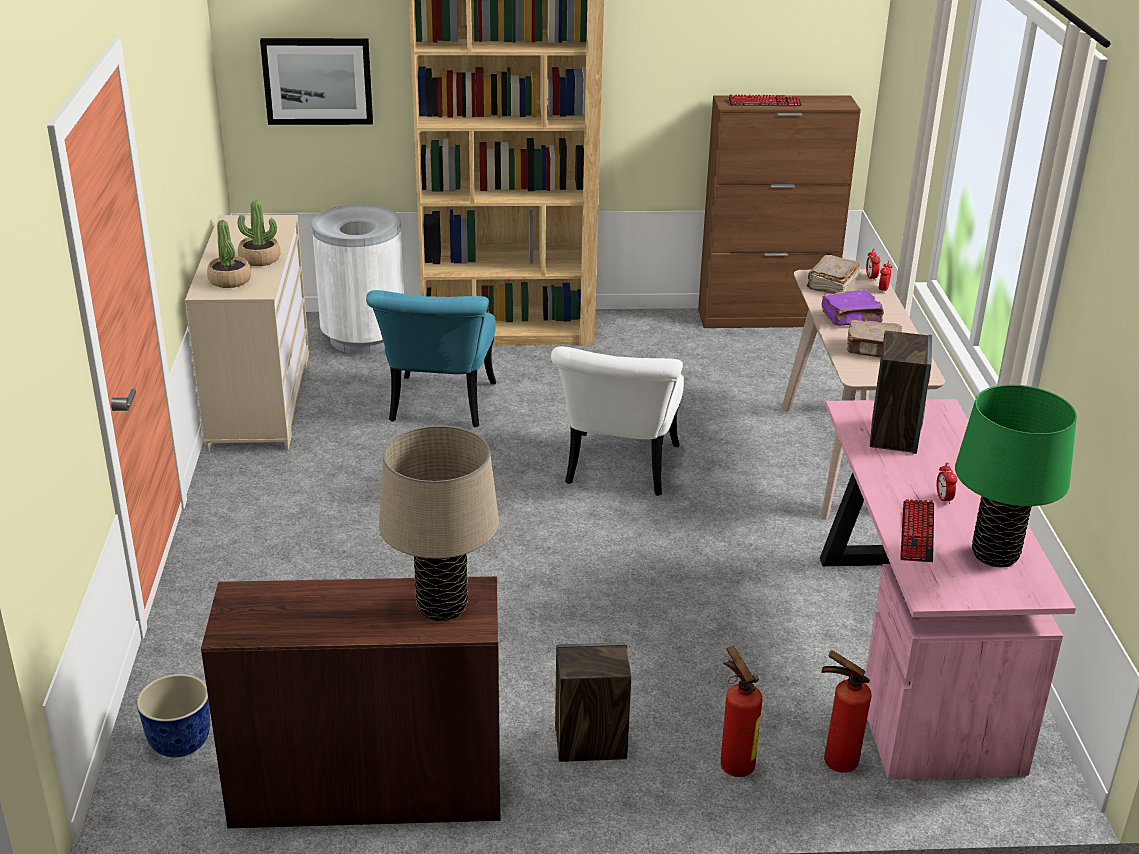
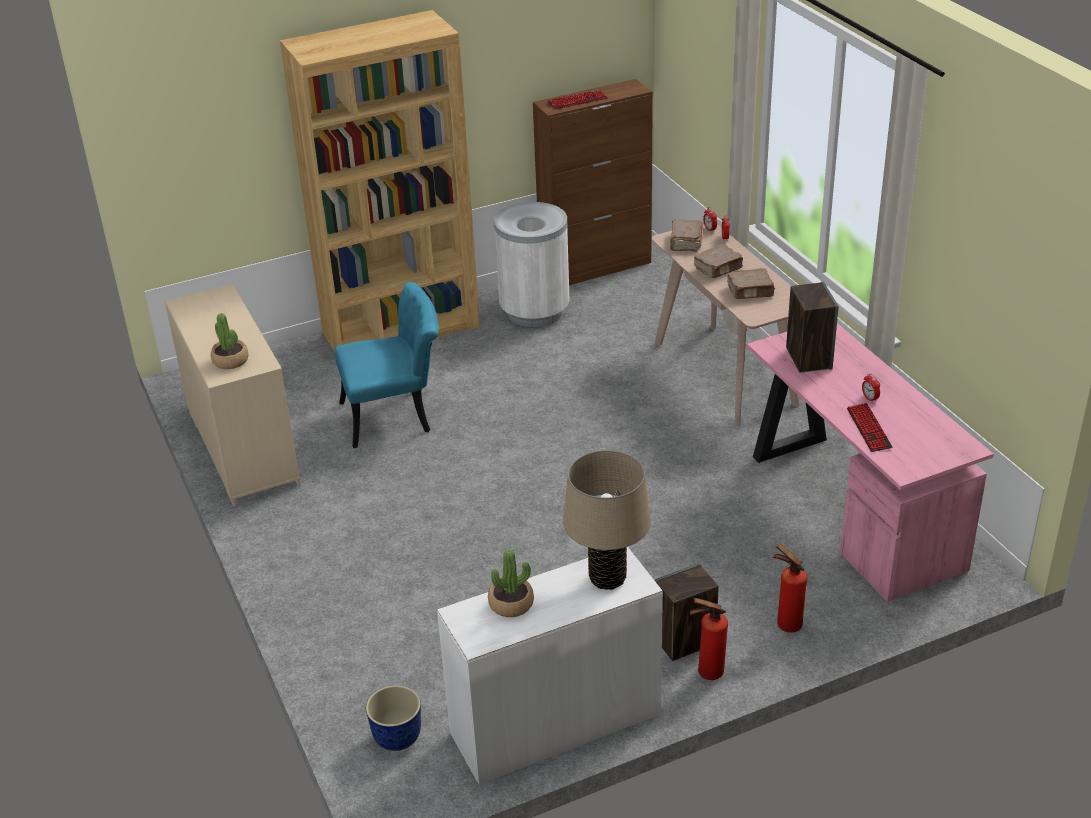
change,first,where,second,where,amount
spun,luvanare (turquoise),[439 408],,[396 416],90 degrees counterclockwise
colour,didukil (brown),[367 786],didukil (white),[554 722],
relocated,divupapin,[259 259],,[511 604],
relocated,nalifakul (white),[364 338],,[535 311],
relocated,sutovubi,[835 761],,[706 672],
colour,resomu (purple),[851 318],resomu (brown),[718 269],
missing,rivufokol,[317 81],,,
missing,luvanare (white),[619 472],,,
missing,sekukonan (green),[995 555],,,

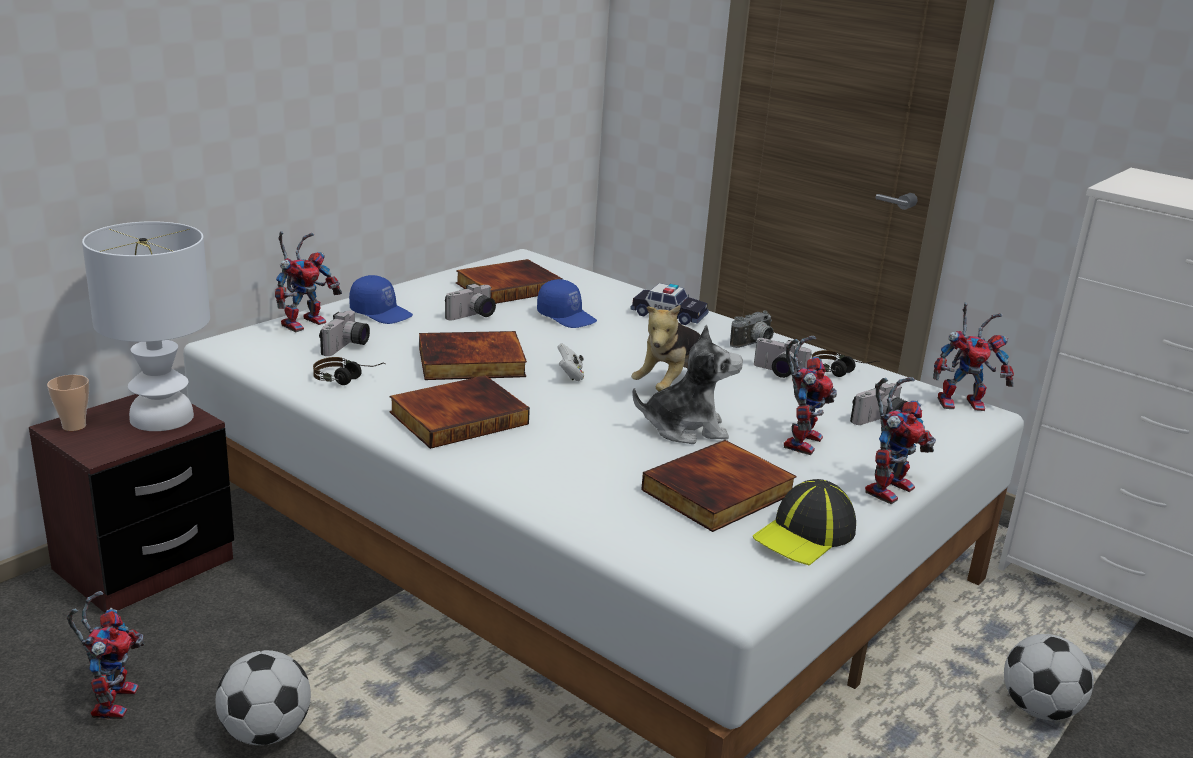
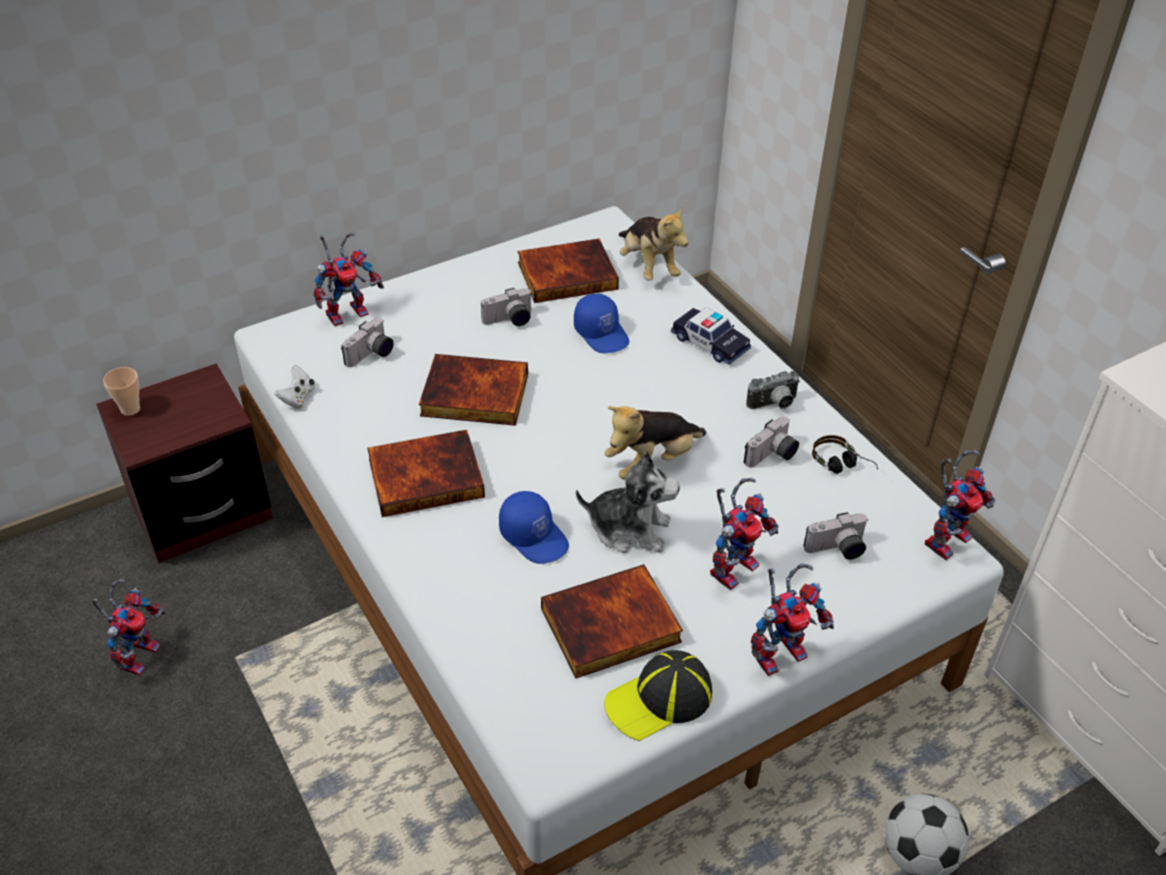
change,first,where,second,where,amount
relocated,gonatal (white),[570 375],,[298 398],
relocated,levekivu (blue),[381 313],,[534 536],
appeared,,,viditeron,[648 266],
spun,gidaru,[778 373],,[772 456],90 degrees counterclockwise
spun,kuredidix,[963 403],,[947 536],60 degrees counterclockwise
missing,sekukonan (white),[163 417],,,
missing,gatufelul,[266 733],,,
missing,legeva,[348 380],,,

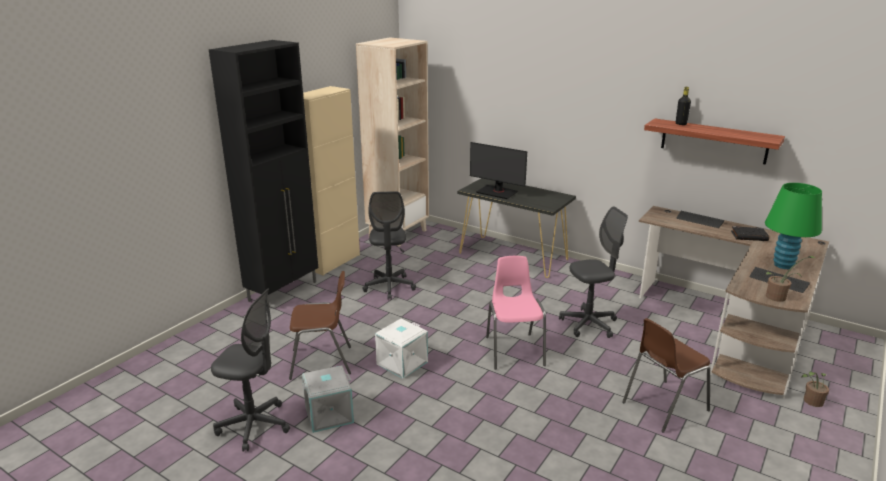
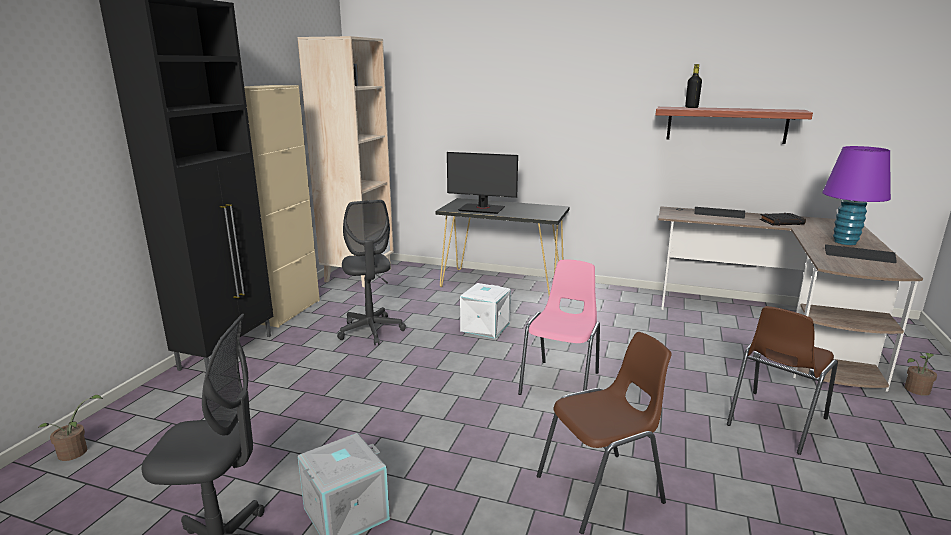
change,first,where,second,where,amount
relocated,divupapin,[779 297],,[76 453],
relocated,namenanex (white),[401 362],,[484 327],
spun,luvanare (pink),[514 351],,[561 383],45 degrees clockwise
relocated,luvanare (brown),[322 362],,[601 490],
colour,sekukonan (green),[783 265],sekukonan (purple),[845 242],
missing,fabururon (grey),[588 324],,,

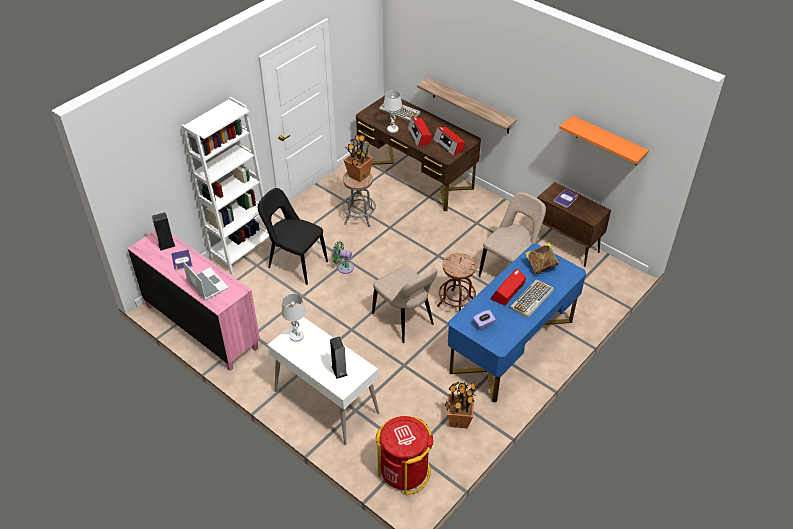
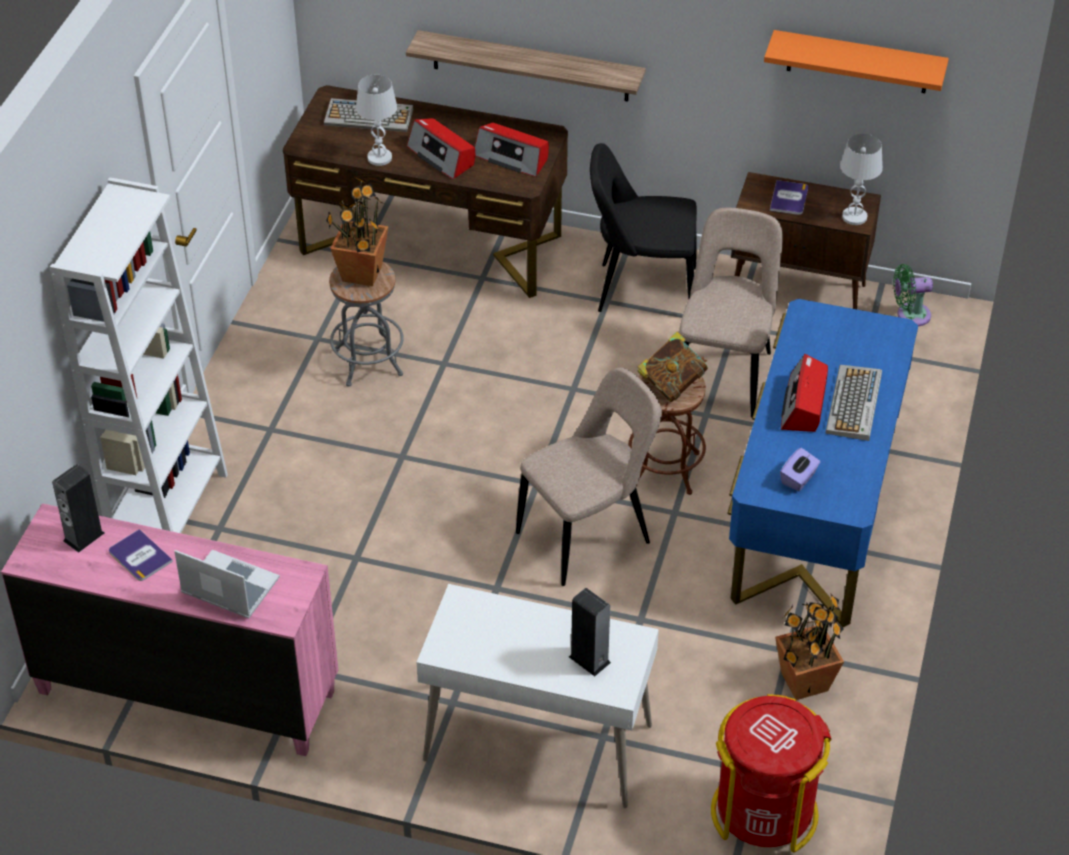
change,first,where,second,where,amount
spun,luvanare (beige),[404 321],,[589 535],60 degrees counterclockwise
relocated,luvanare (black),[295 264],,[641 290],
relocated,resomu,[541 266],,[672 384],
relocated,sekukonan (white),[296 336],,[854 217],
relocated,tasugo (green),[343 267],,[909 315],

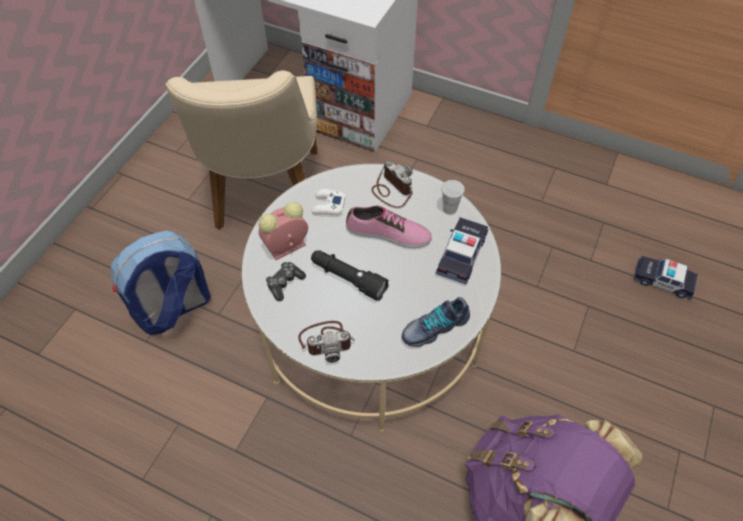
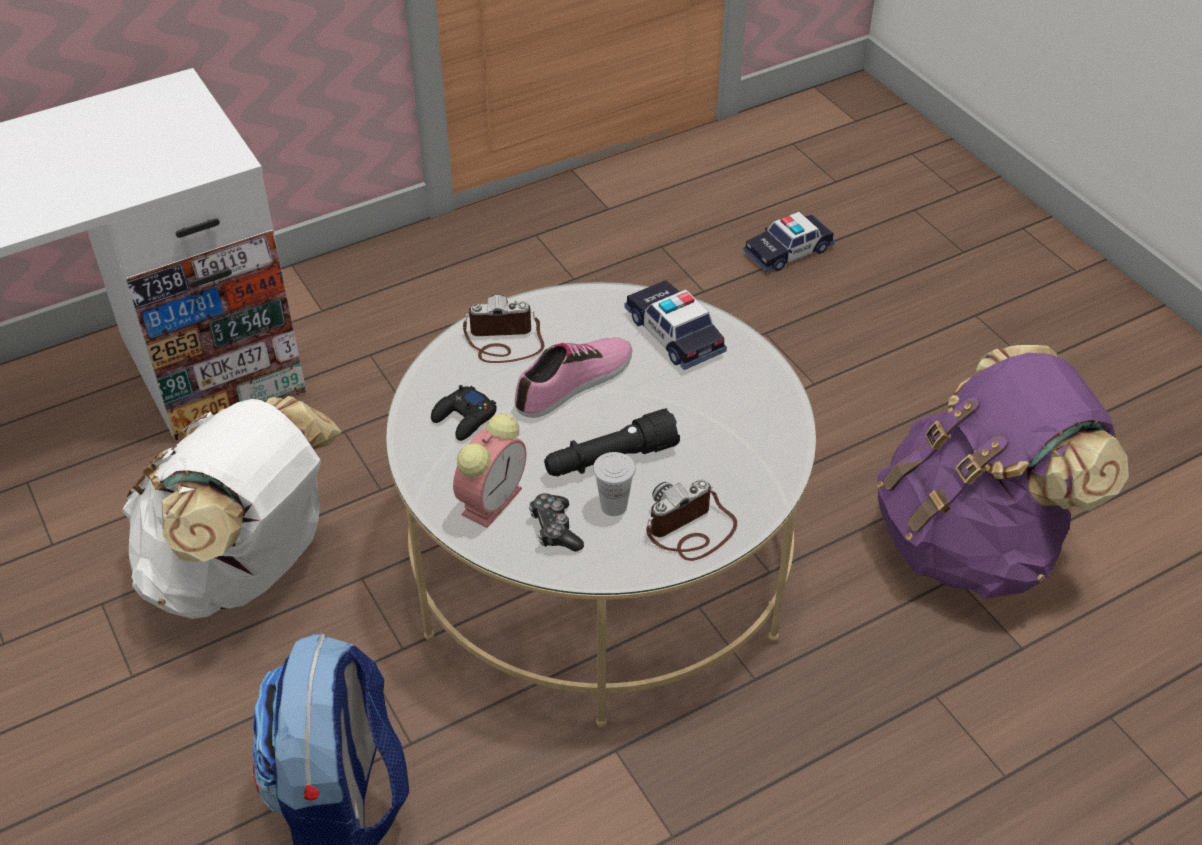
change,first,where,second,where,amount
exchanged,luvanare (beige),[265 198],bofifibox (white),[245 568],
colour,gonatal (white),[328 206],gonatal (black),[464 418],
spun,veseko,[285 247],,[492 499],150 degrees counterclockwise
relocated,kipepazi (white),[449 209],,[613 506],
spun,gidaru,[327 340],,[690 530],150 degrees counterclockwise
missing,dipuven,[434 326],,,

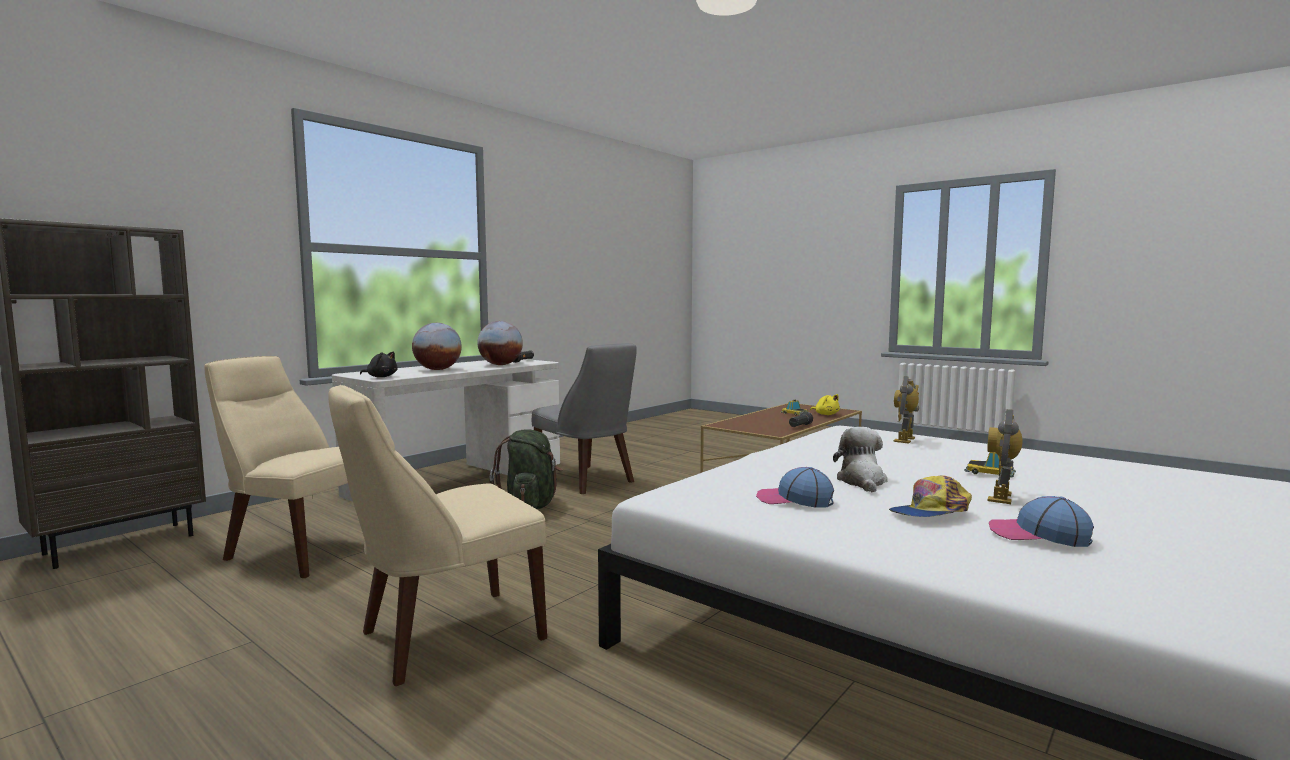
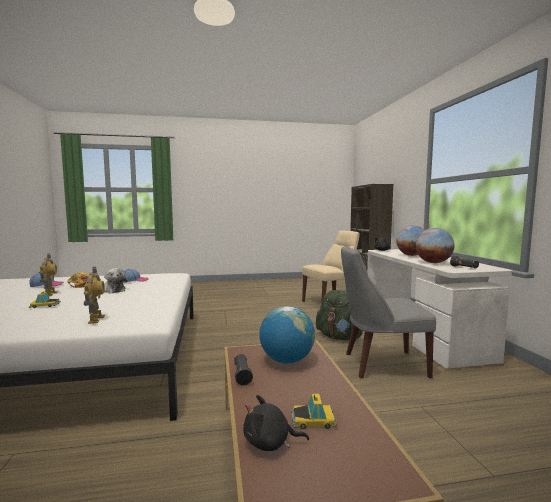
change,first,where,second,where,amount
colour,viditeron (yellow),[826 414],viditeron (black),[270 443],
appeared,,,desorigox,[286 360],
missing,luvanare (beige),[444 637],,,

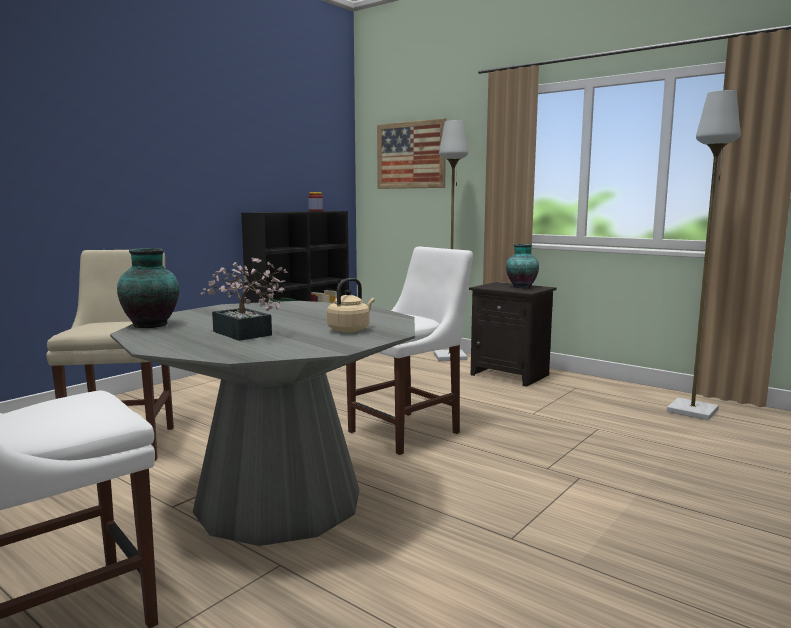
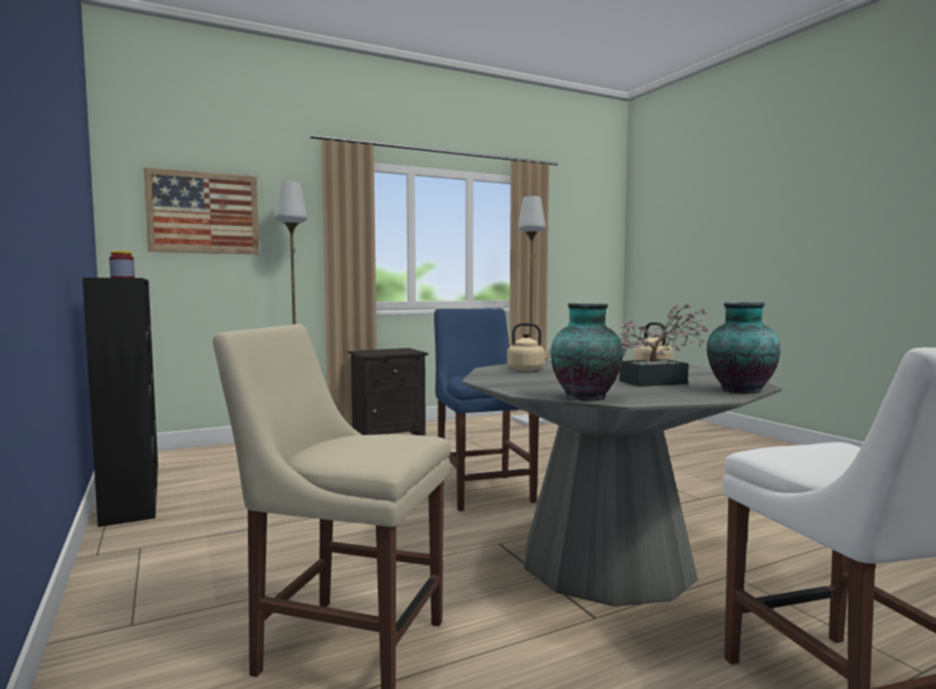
change,first,where,second,where,amount
colour,luvanare (white),[408 431],luvanare (blue),[483 490],
appeared,,,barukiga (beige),[528 369],
relocated,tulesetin,[521 287],,[740 391],

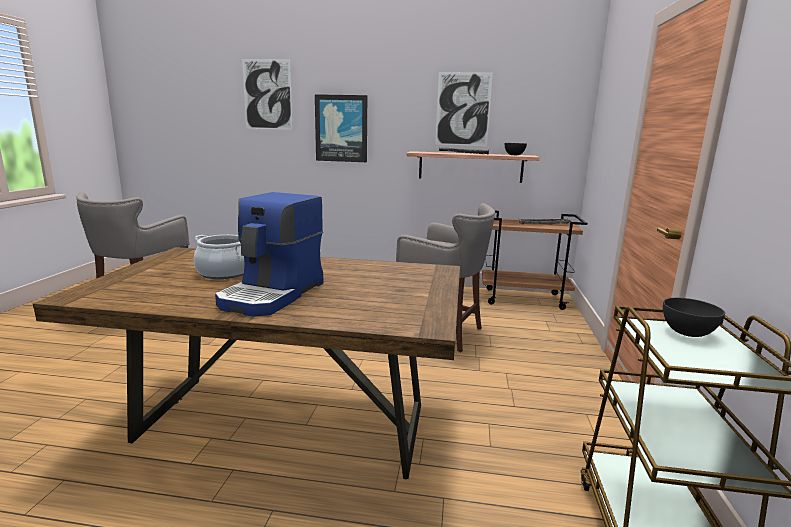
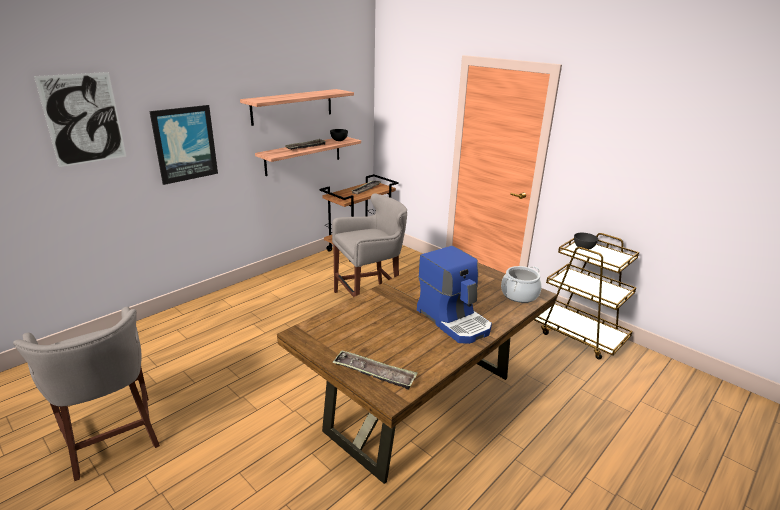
change,first,where,second,where,amount
exchanged,rivufokol,[463 109],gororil,[292 106],
appeared,,,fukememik,[374 373],
relocated,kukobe,[224 272],,[519 294],

